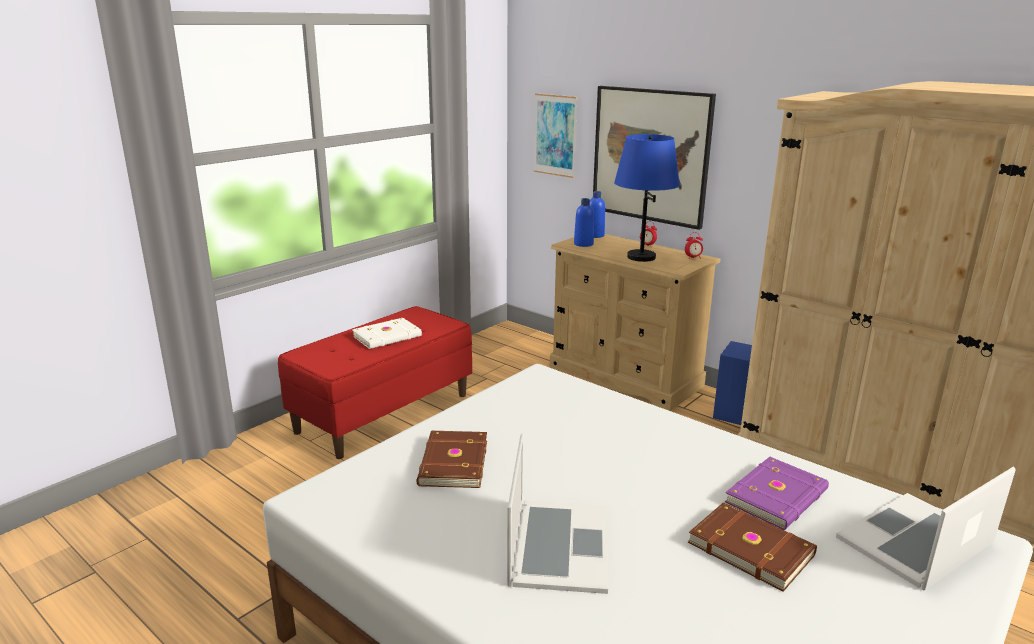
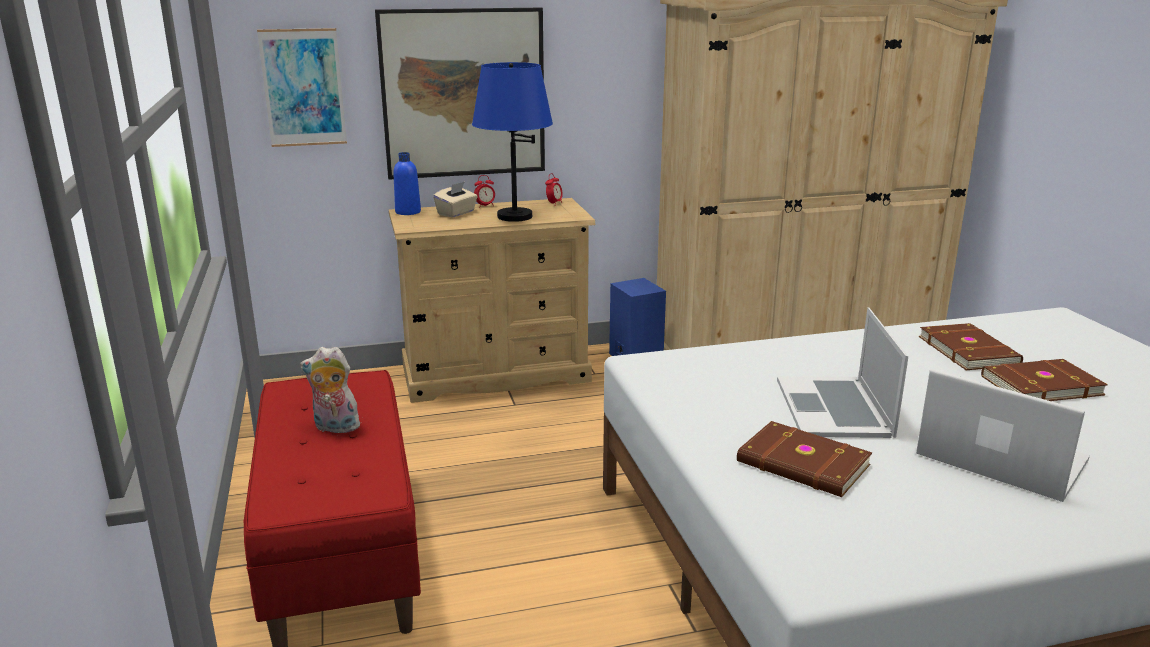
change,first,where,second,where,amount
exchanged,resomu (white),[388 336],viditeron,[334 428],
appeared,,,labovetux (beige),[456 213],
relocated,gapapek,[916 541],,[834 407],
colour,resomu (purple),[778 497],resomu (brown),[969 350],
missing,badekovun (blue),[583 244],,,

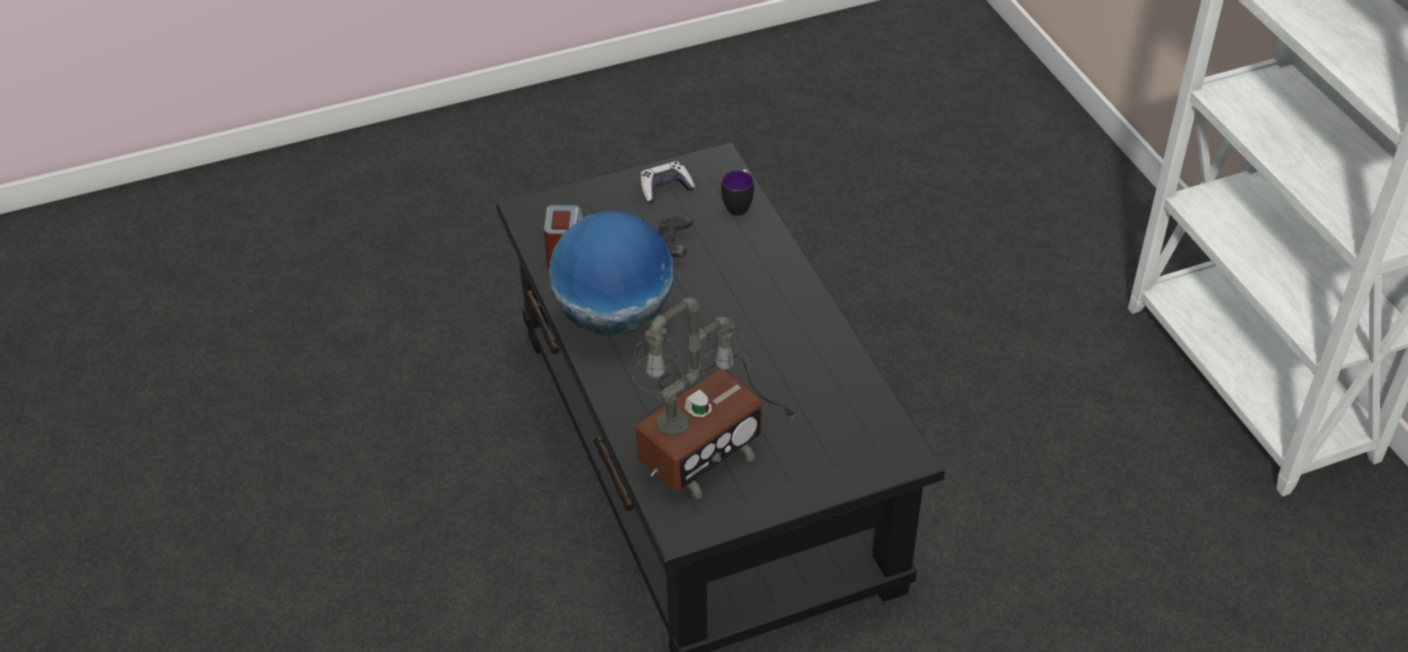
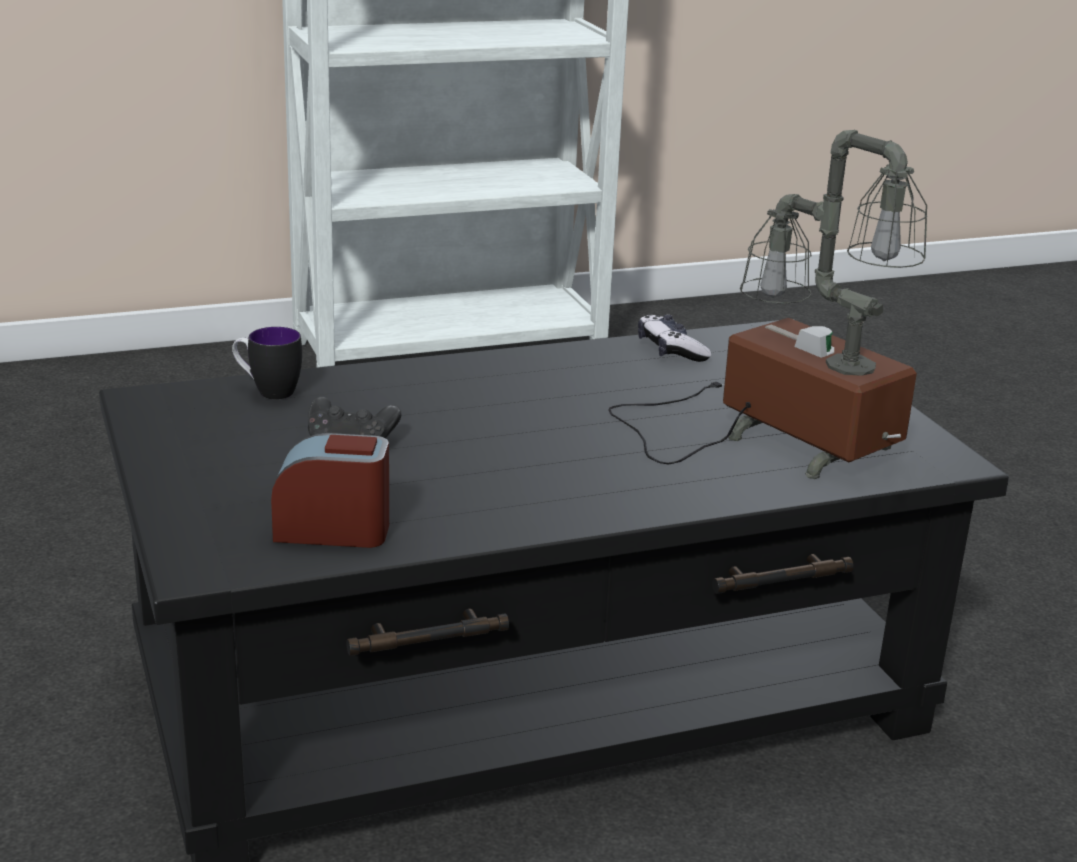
change,first,where,second,where,amount
relocated,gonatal,[665 188],,[671 350],
missing,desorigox,[614 317],,,

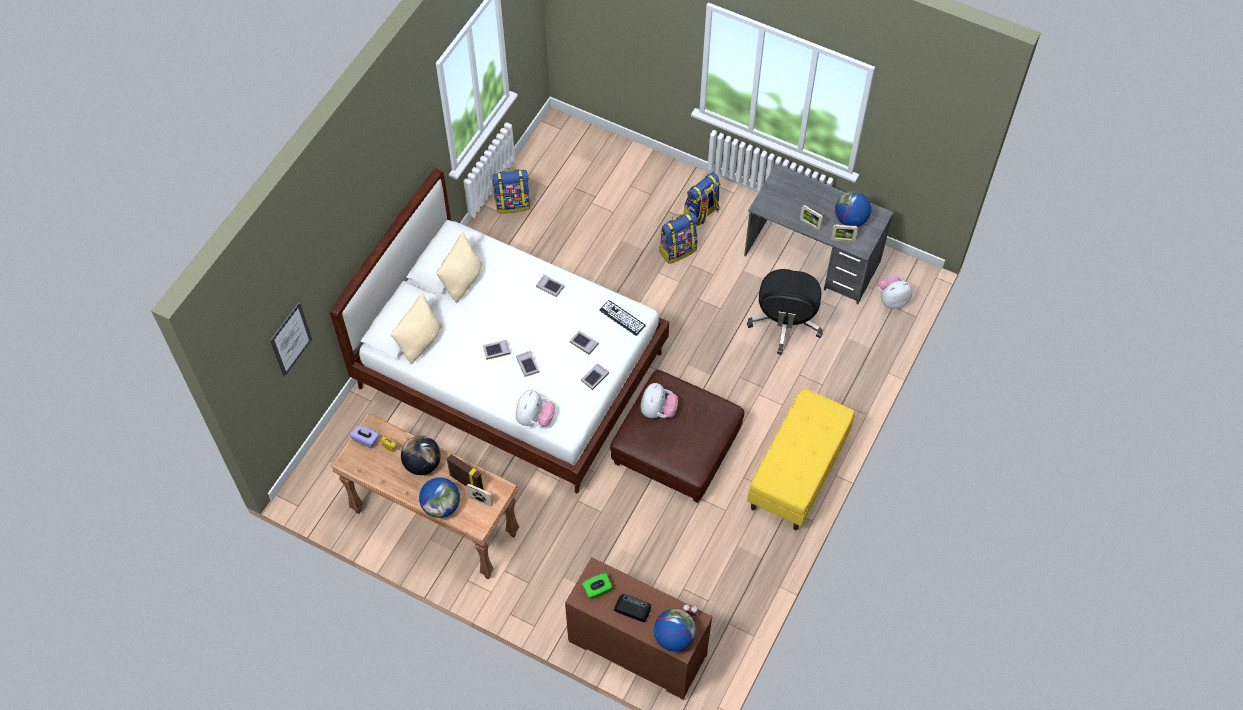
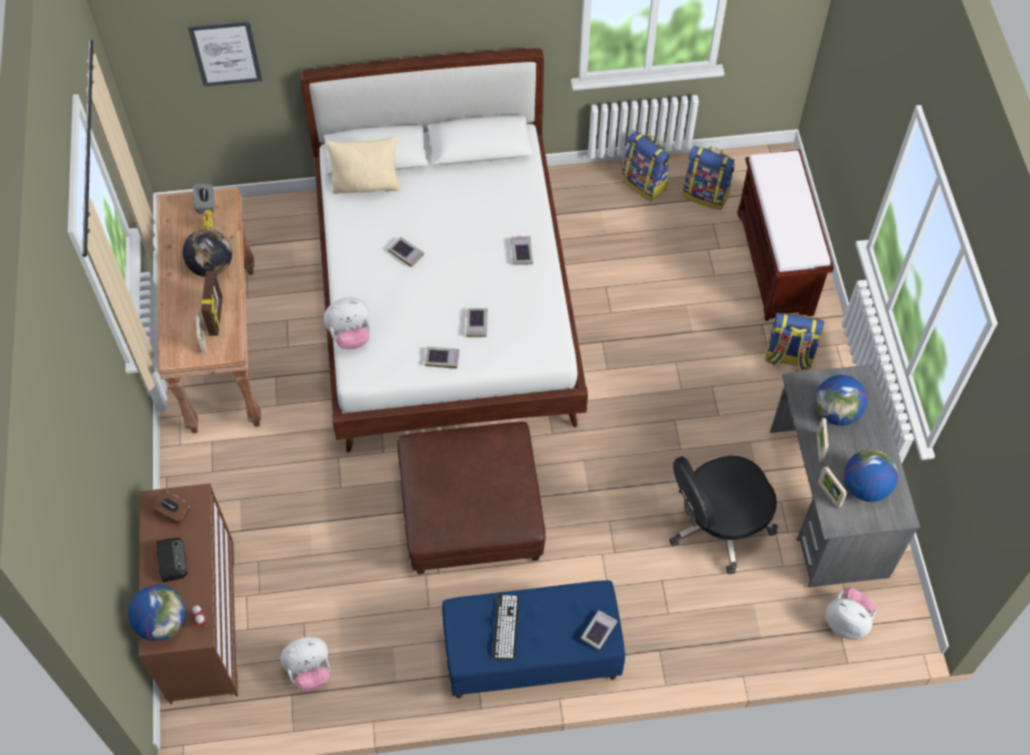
change,first,where,second,where,amount
colour,labovetux (green),[597 589],labovetux (brown),[173 512],
colour,labovetux (purple),[366 440],labovetux (grey),[206 204],
relocated,viditeron,[658 410],,[309 670],
colour,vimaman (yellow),[798 473],vimaman (blue),[531 656],
relocated,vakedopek,[622 318],,[505 627],
relocated,resomu,[527 365],,[598 631],
relocated,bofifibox,[677 250],,[706 194],
appeared,,,vimaman (brown),[775 264],
relocated,desorigox,[441 506],,[836 412],
missing,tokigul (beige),[462 280],,,

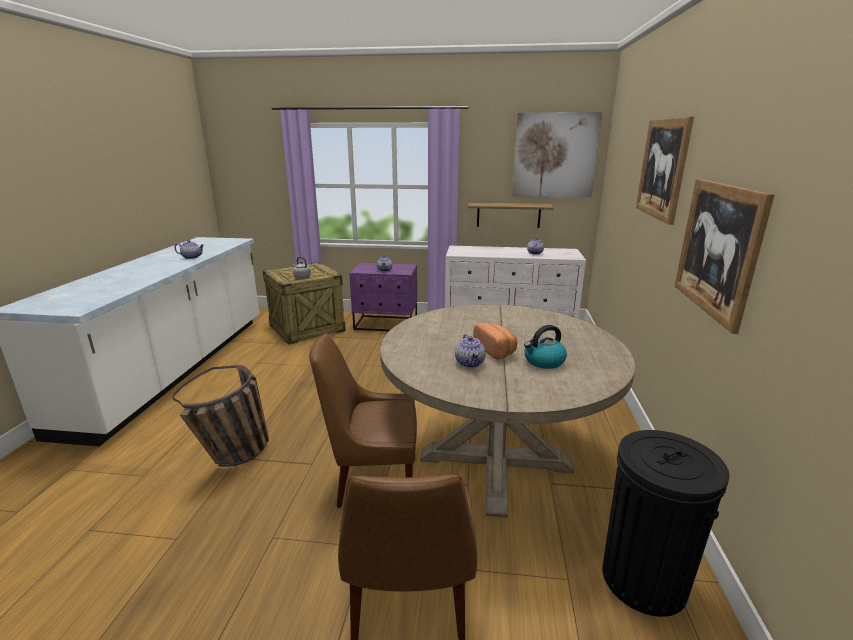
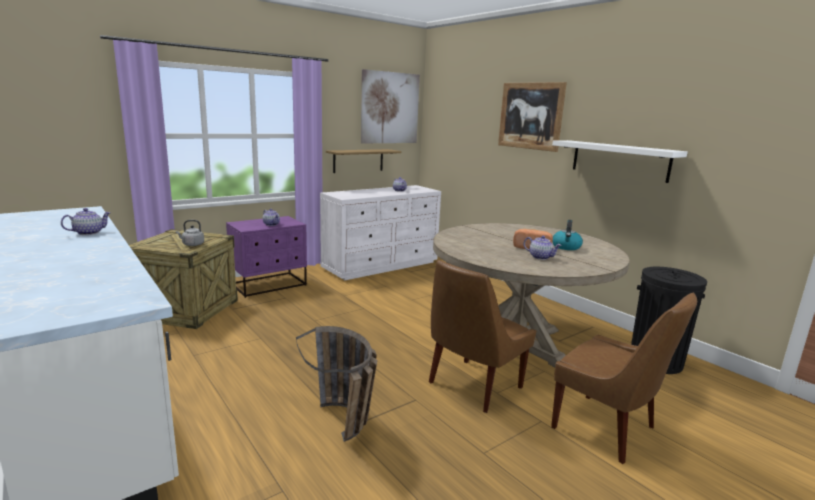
change,first,where,second,where,amount
exchanged,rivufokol,[717 249],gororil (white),[619 160],

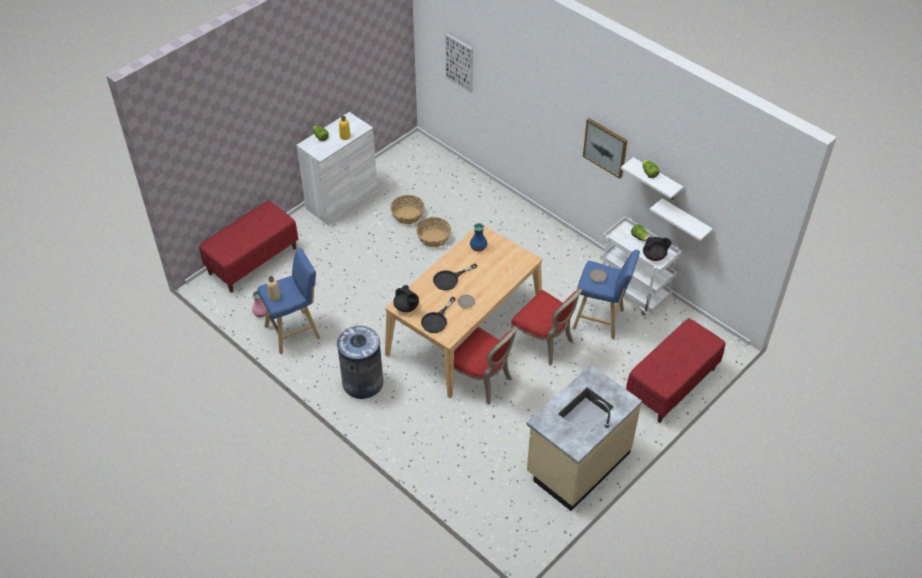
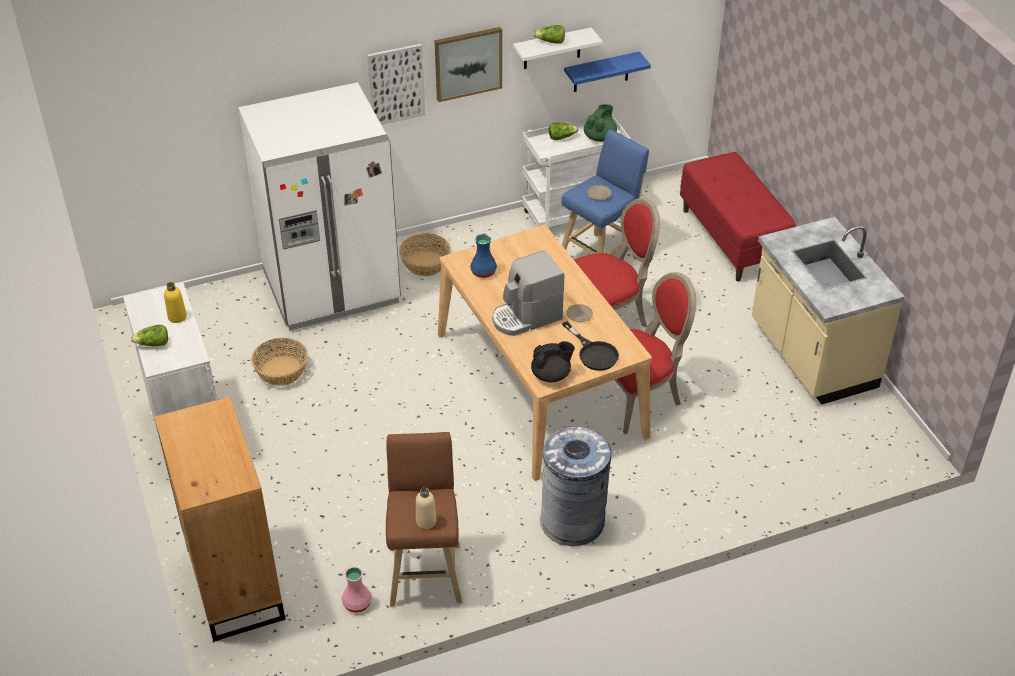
change,first,where,second,where,amount
exchanged,vimaman (red),[253 260],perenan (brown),[235 582],
appeared,,,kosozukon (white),[331 288],
relocated,rivufokol,[459 62],,[396 84],
colour,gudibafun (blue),[295 331],gudibafun (brown),[425 571],
relocated,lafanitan,[434 238],,[425 263],
exchanged,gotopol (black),[450 279],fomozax,[526 317],
colour,gororil (white),[685 221],gororil (blue),[601 72],
colour,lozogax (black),[654 256],lozogax (green),[600 137],

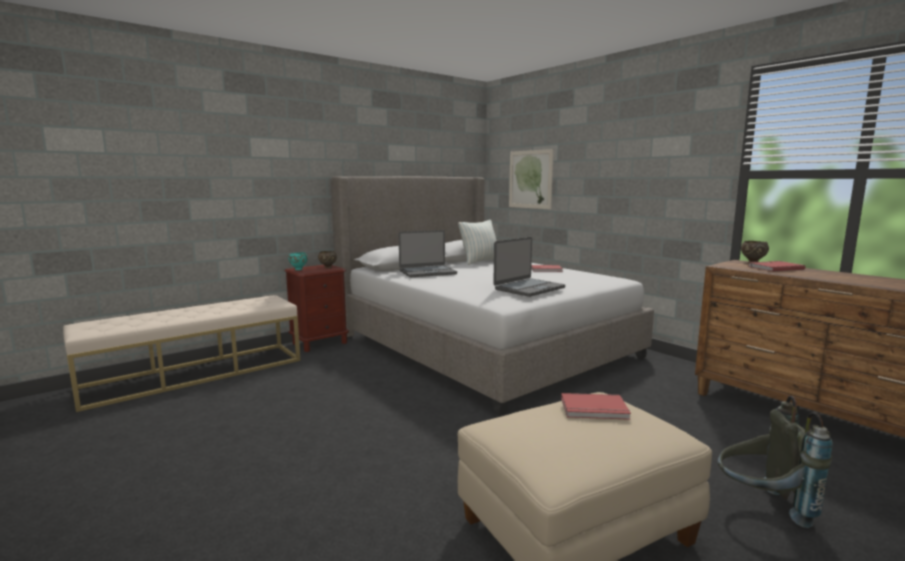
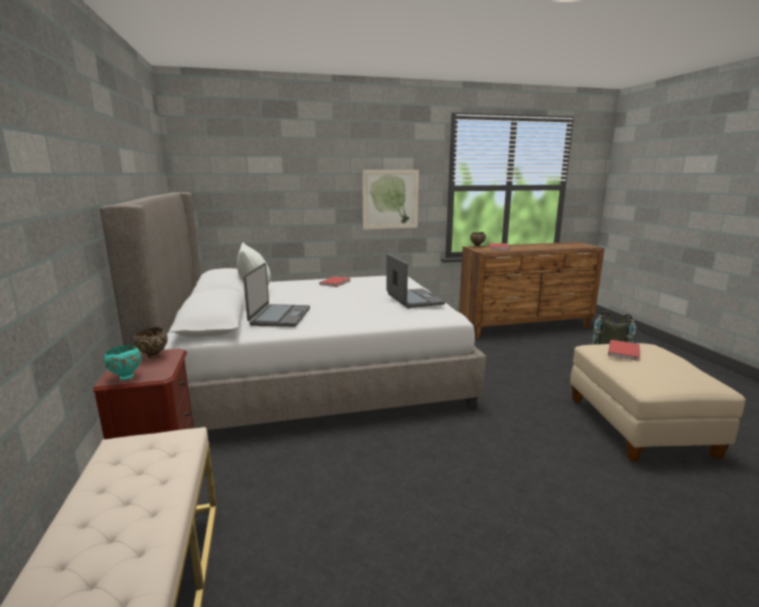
change,first,where,second,where,amount
relocated,rivufokol,[530 179],,[390 199],

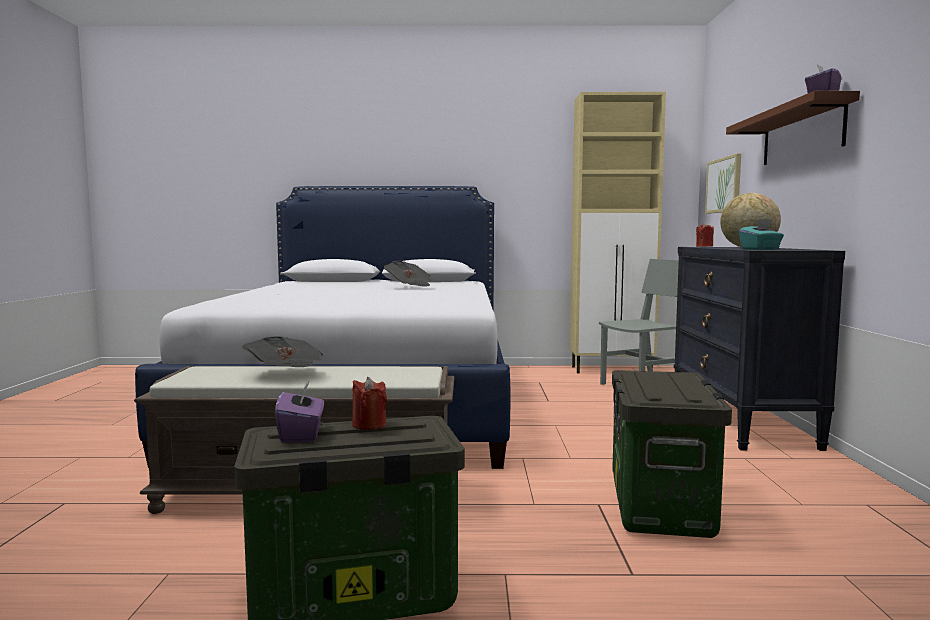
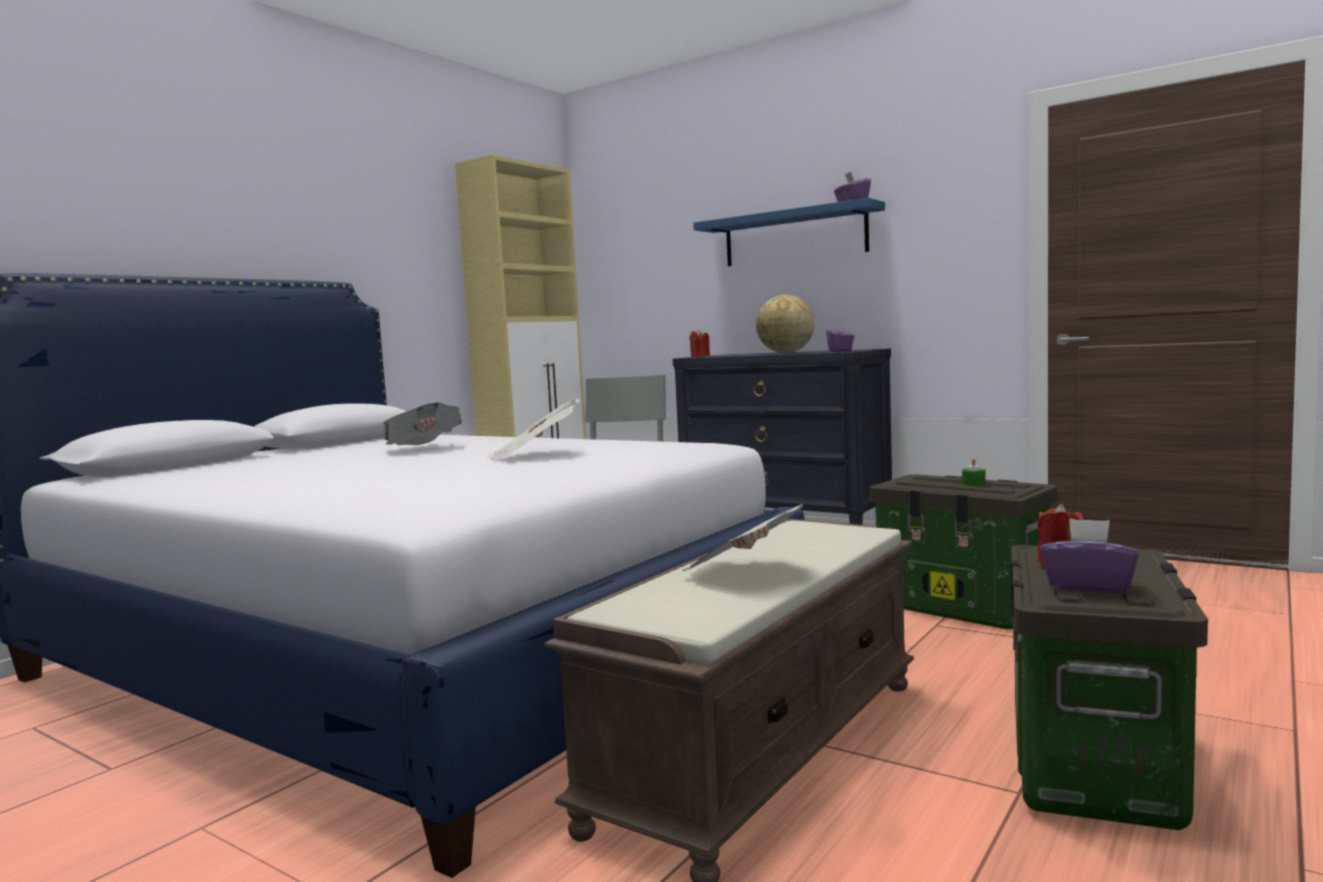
change,first,where,second,where,amount
appeared,,,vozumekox,[534 455],
colour,gororil (brown),[801 134],gororil (blue),[794 236],
colour,labovetux (turquoise),[760 249],labovetux (purple),[840 351],
appeared,,,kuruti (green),[973 484],
missing,rivufokol,[724 185],,,

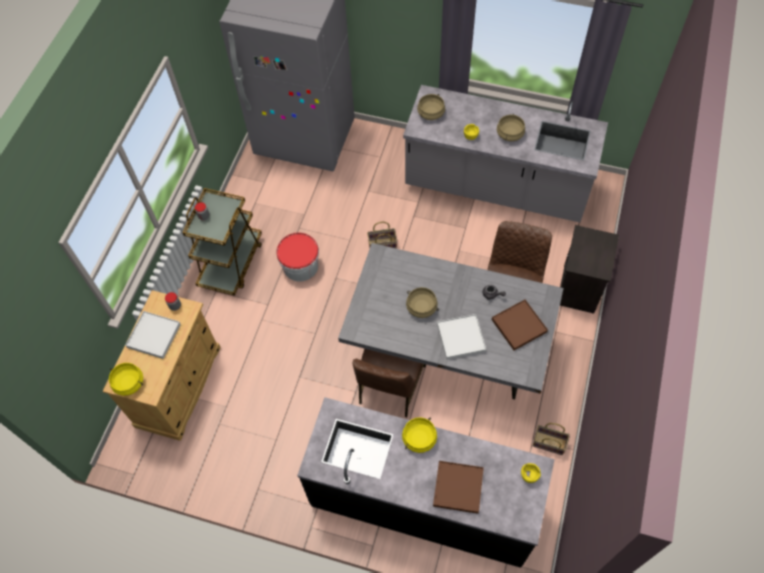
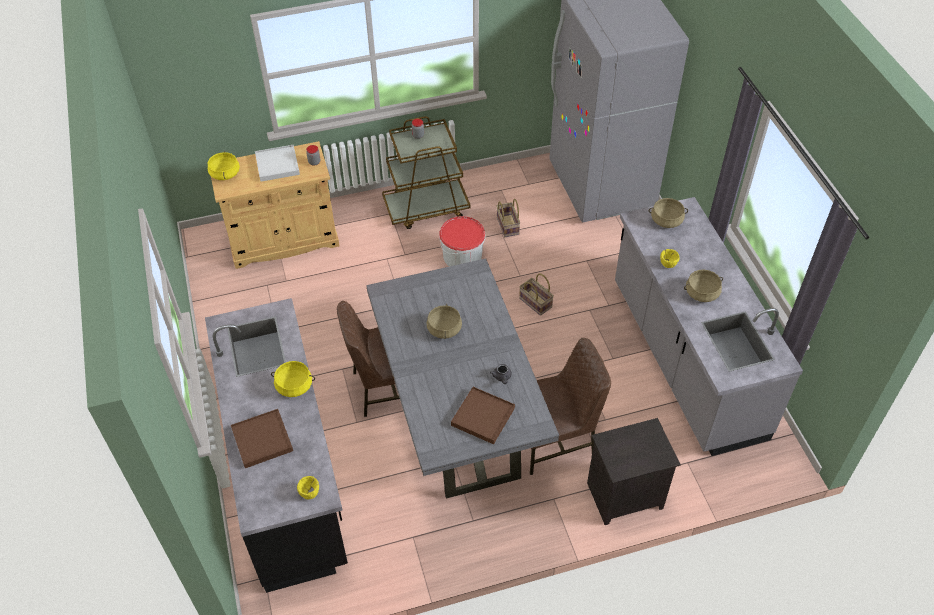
change,first,where,second,where,amount
relocated,lafanitan,[548 443],,[507 225],
missing,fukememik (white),[461 338],,,

